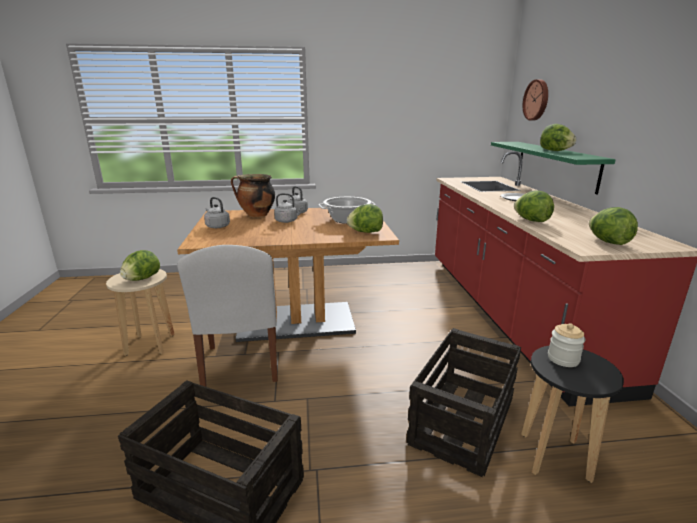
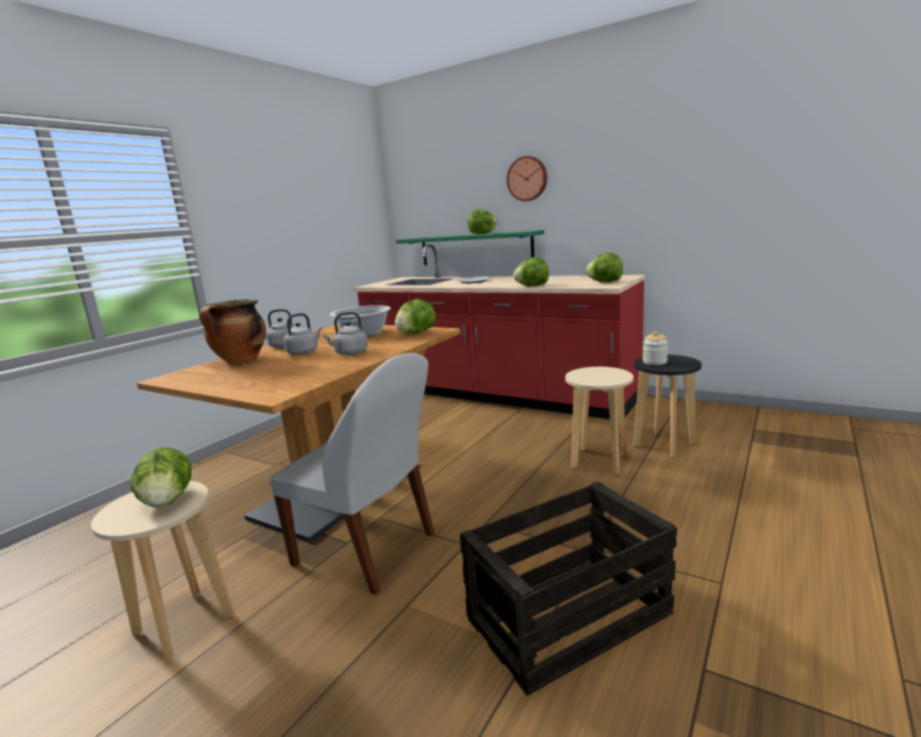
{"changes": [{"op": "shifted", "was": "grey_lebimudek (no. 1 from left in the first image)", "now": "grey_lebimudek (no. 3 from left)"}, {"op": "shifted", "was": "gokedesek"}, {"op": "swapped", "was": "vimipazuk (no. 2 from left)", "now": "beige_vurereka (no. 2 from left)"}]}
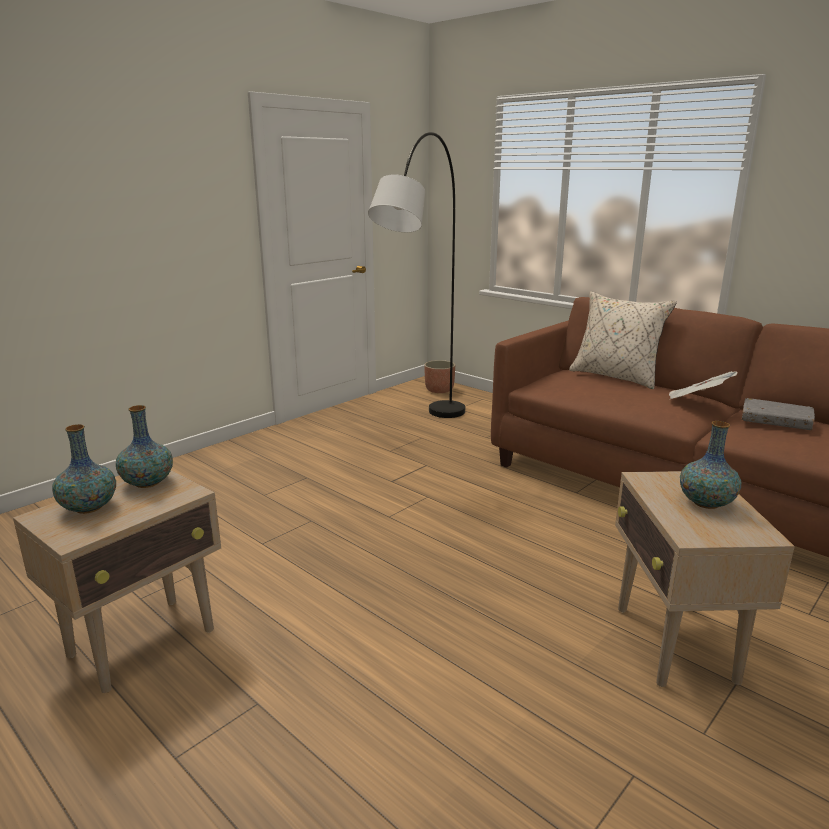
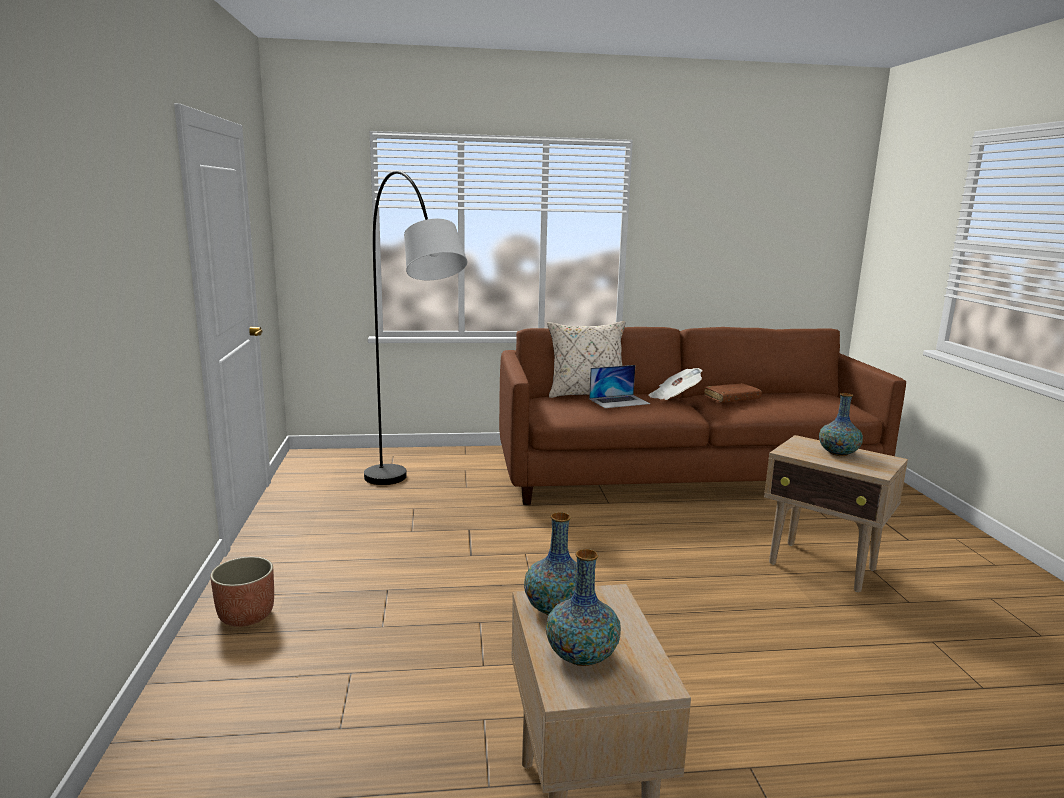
{"changes": [{"op": "shifted", "was": "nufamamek"}, {"op": "new", "now": "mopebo"}, {"op": "repainted", "was": "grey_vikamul", "now": "brown_vikamul"}]}
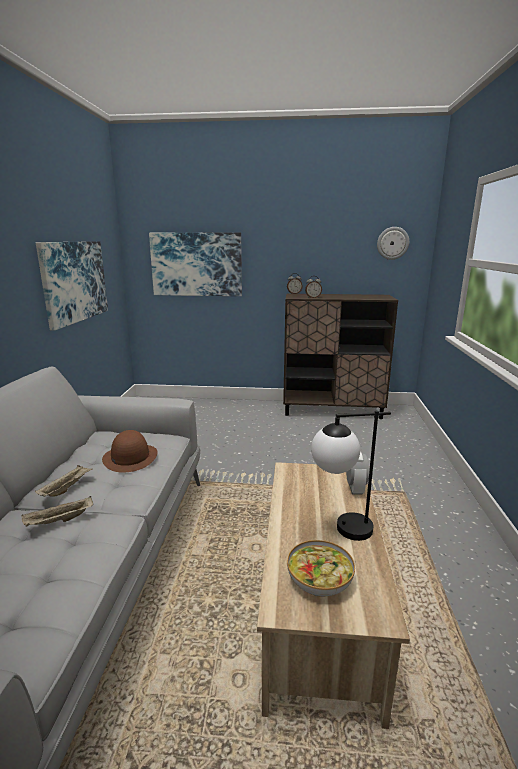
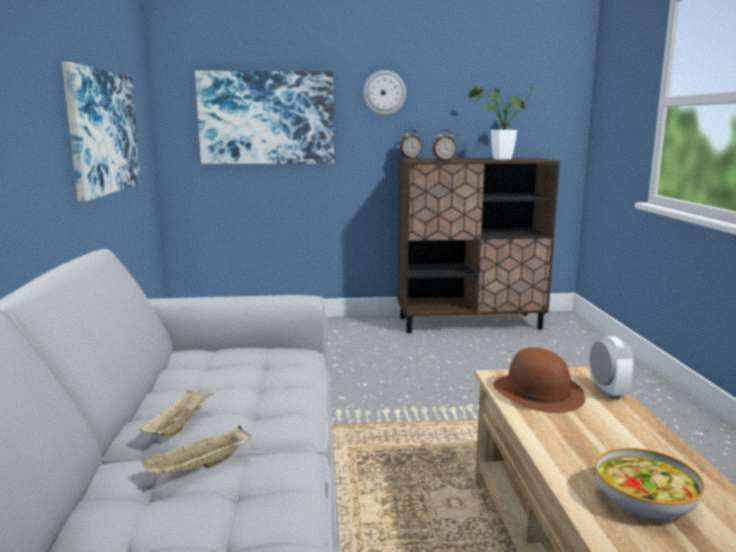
{"changes": [{"op": "shifted", "was": "gokedesek"}, {"op": "new", "now": "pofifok"}, {"op": "shifted", "was": "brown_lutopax"}, {"op": "gone", "was": "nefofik"}]}
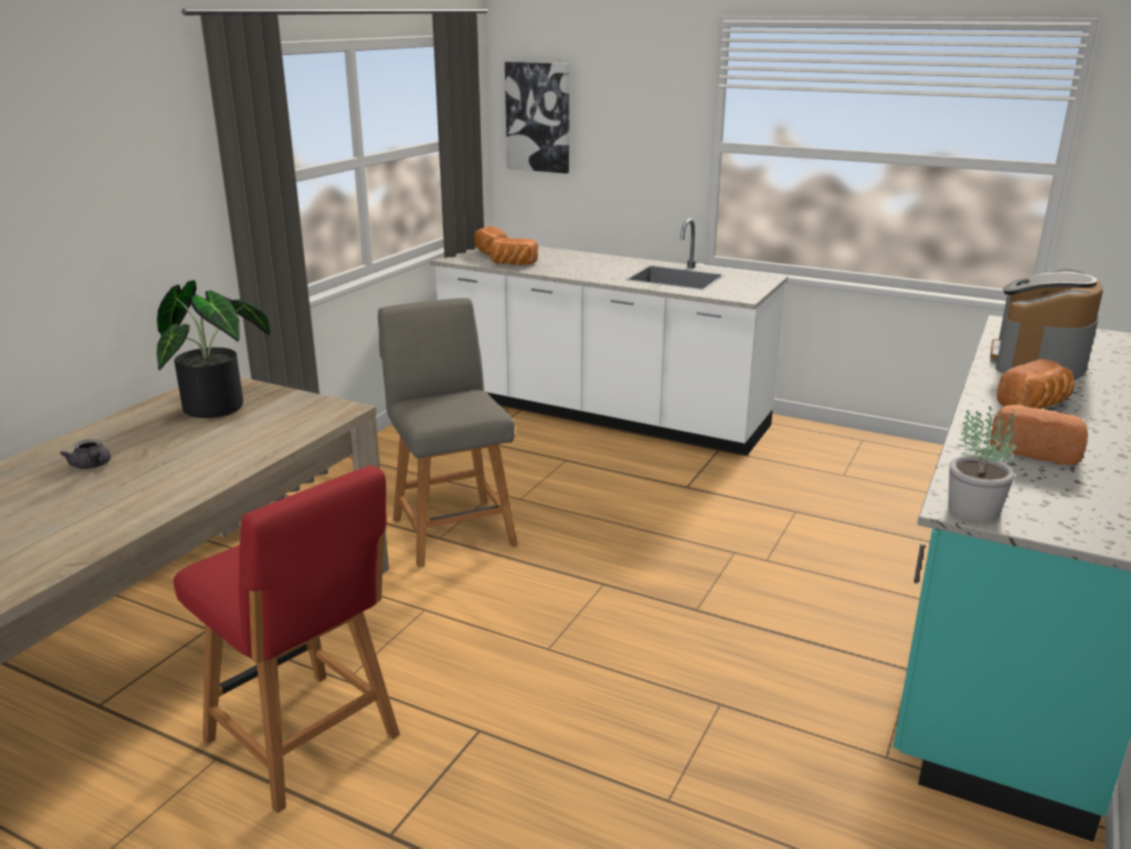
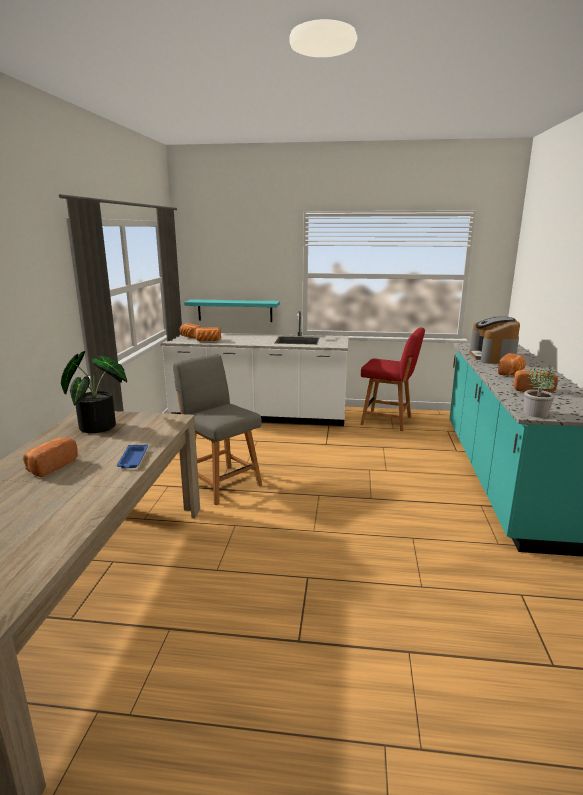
{"changes": [{"op": "swapped", "was": "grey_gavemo", "now": "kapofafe (no. 1 from left)"}, {"op": "new", "now": "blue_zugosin"}, {"op": "new", "now": "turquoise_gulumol"}, {"op": "shifted", "was": "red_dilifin"}, {"op": "gone", "was": "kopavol"}]}
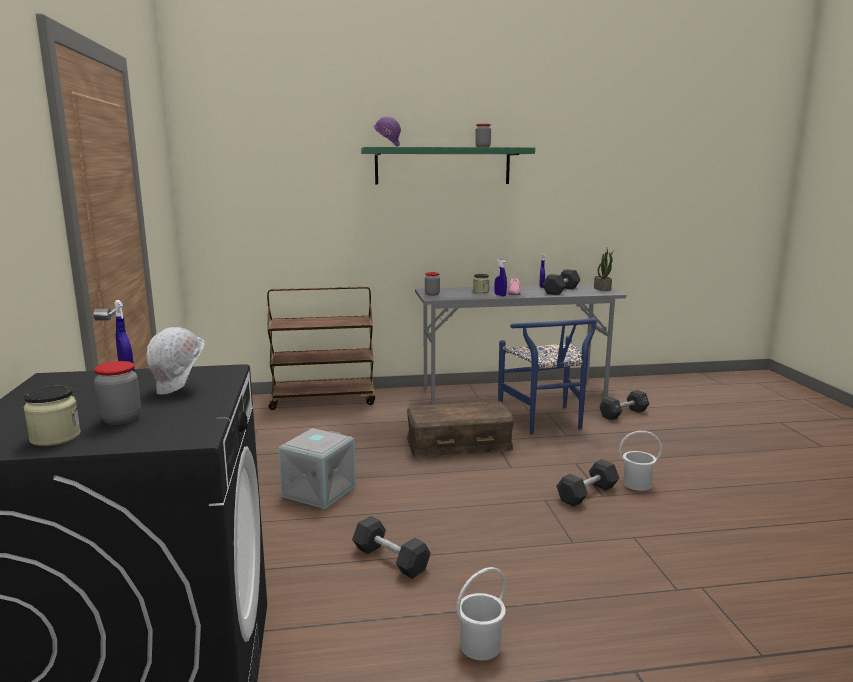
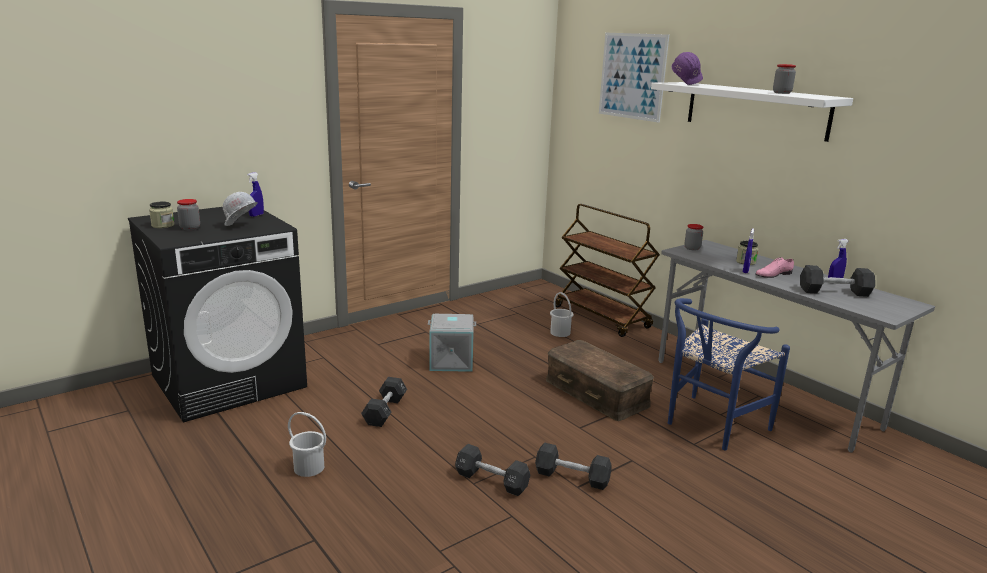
{"changes": [{"op": "shifted", "was": "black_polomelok (no. 4 from left in the first image)", "now": "black_polomelok (no. 2 from left)"}, {"op": "shifted", "was": "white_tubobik (no. 2 from left)"}, {"op": "new", "now": "kopavol"}, {"op": "repainted", "was": "green_gulumol", "now": "white_gulumol"}, {"op": "gone", "was": "pofifok"}]}
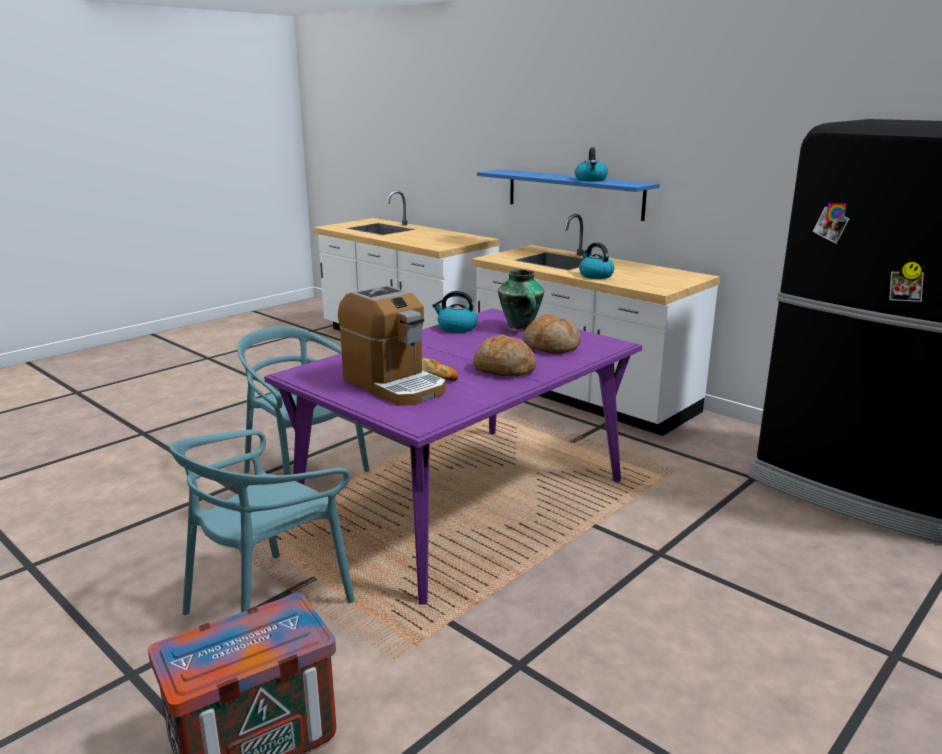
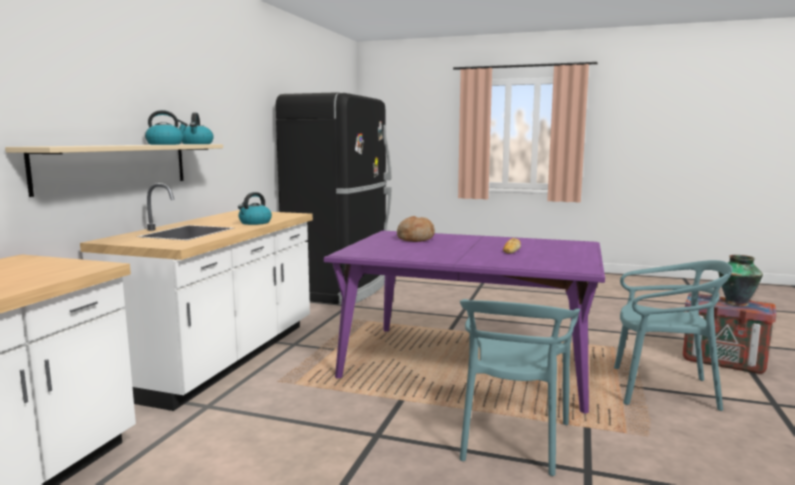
{"changes": [{"op": "repainted", "was": "blue_gulumol", "now": "beige_gulumol"}, {"op": "shifted", "was": "lebimudek (no. 1 from left in the first image)", "now": "lebimudek (no. 2 from left)"}, {"op": "shifted", "was": "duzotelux"}, {"op": "gone", "was": "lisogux"}, {"op": "gone", "was": "kapofafe (no. 2 from left)"}]}
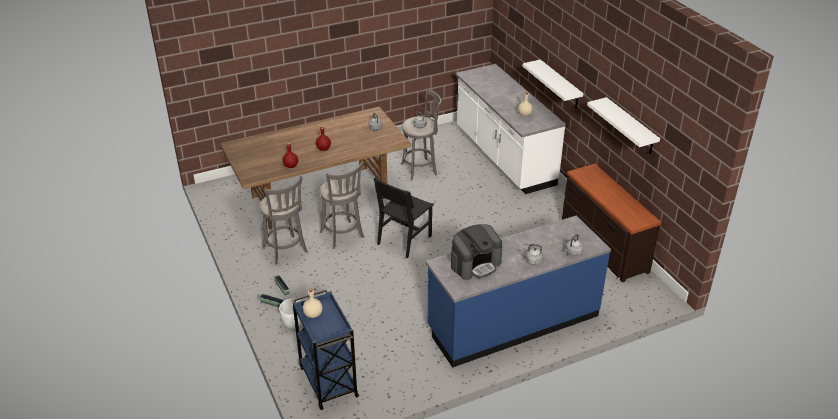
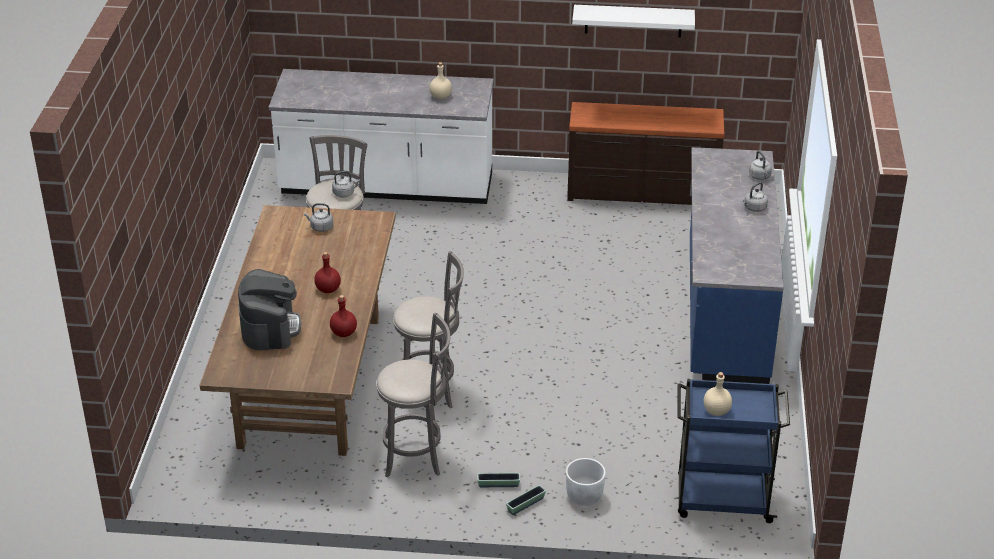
{"changes": [{"op": "shifted", "was": "lisogux"}, {"op": "gone", "was": "black_dilifin"}, {"op": "gone", "was": "white_gulumol (no. 1 from left)"}]}
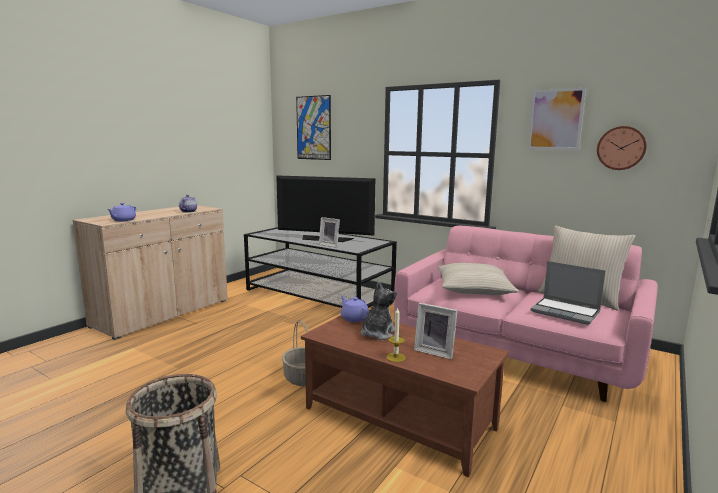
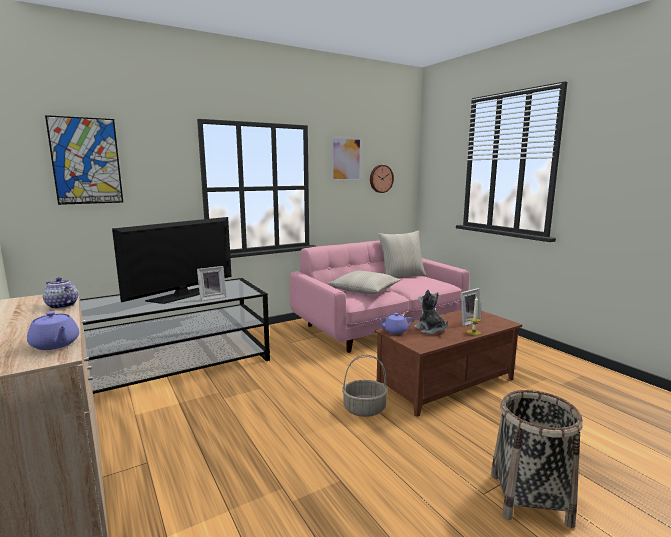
{"changes": [{"op": "gone", "was": "mopebo"}]}
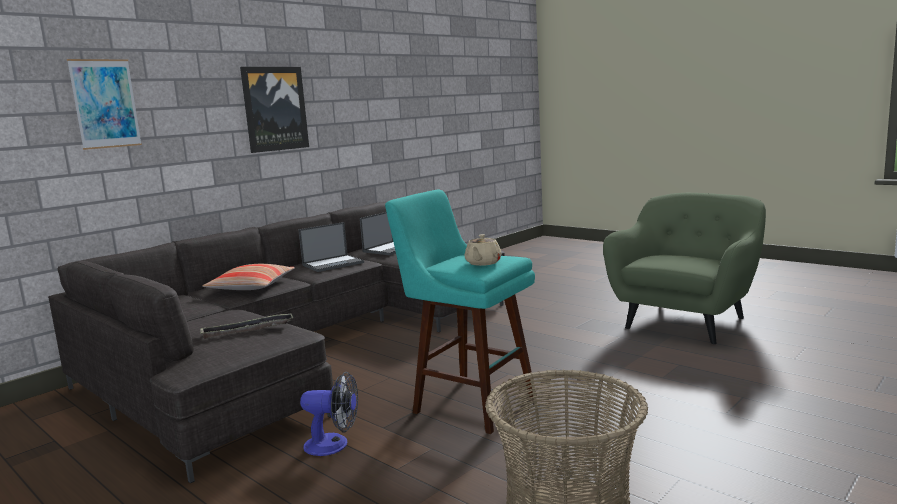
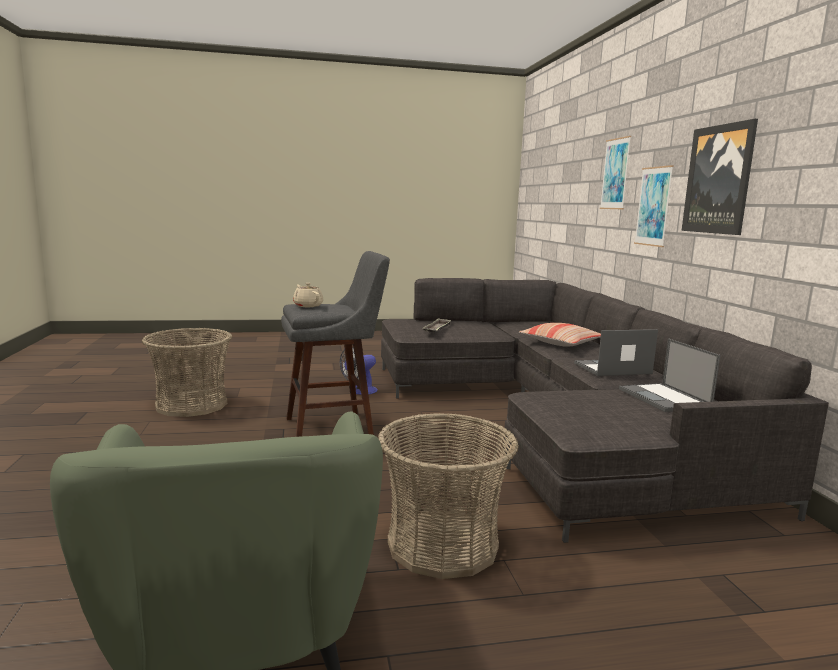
{"changes": [{"op": "repainted", "was": "turquoise_vurereka", "now": "grey_vurereka"}, {"op": "new", "now": "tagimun (no. 2 from left)"}, {"op": "rotated", "was": "mopebo (no. 1 from left)", "clockwise": 75}, {"op": "new", "now": "kopavol (no. 2 from left)"}]}
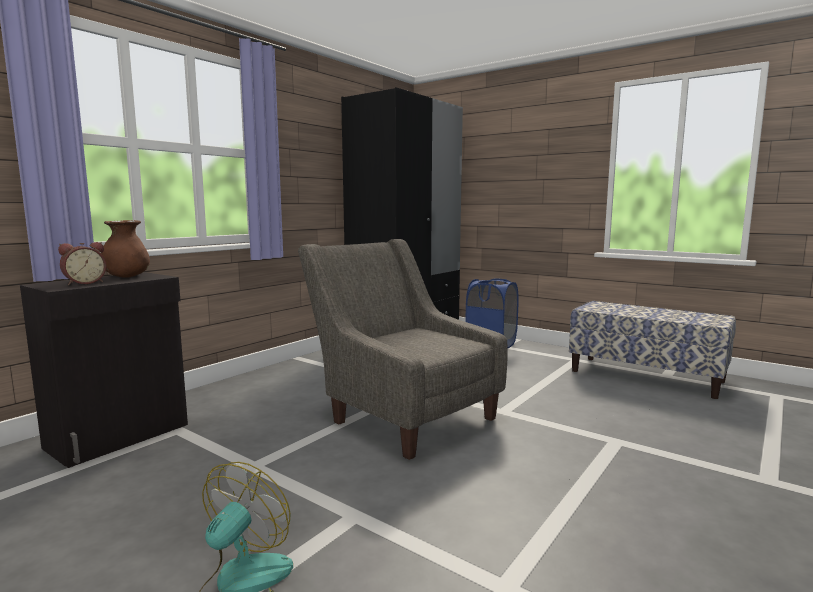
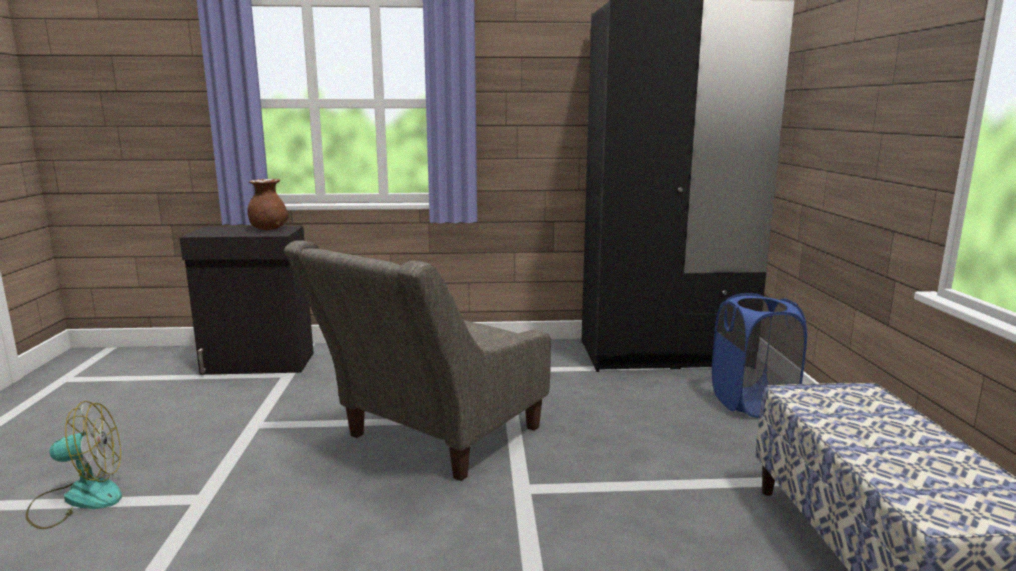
{"changes": [{"op": "rotated", "was": "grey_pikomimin", "clockwise": -150}, {"op": "gone", "was": "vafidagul"}]}
